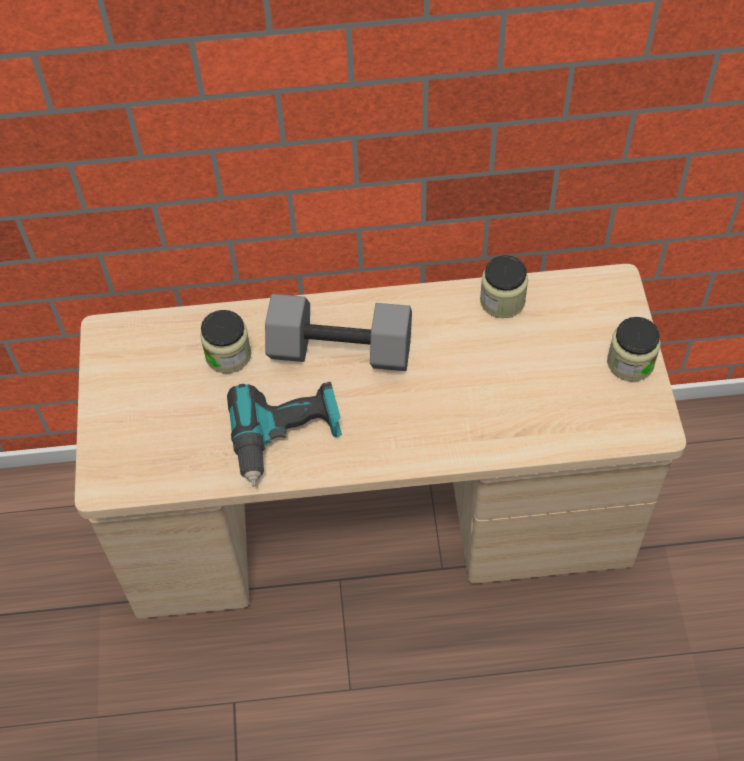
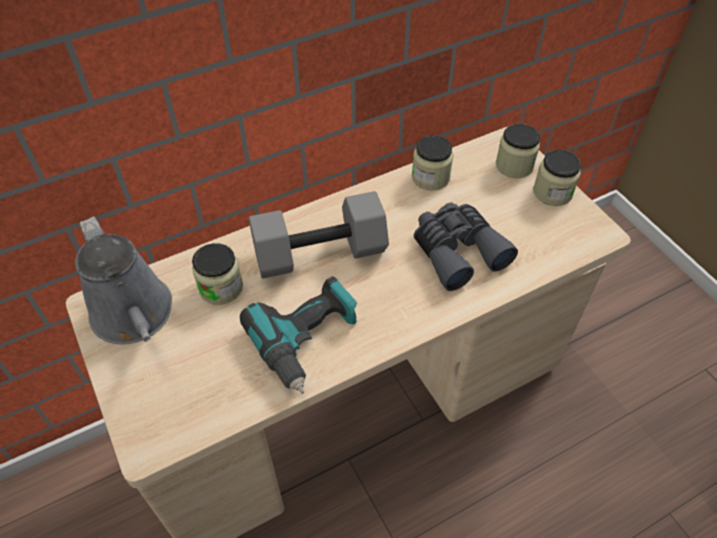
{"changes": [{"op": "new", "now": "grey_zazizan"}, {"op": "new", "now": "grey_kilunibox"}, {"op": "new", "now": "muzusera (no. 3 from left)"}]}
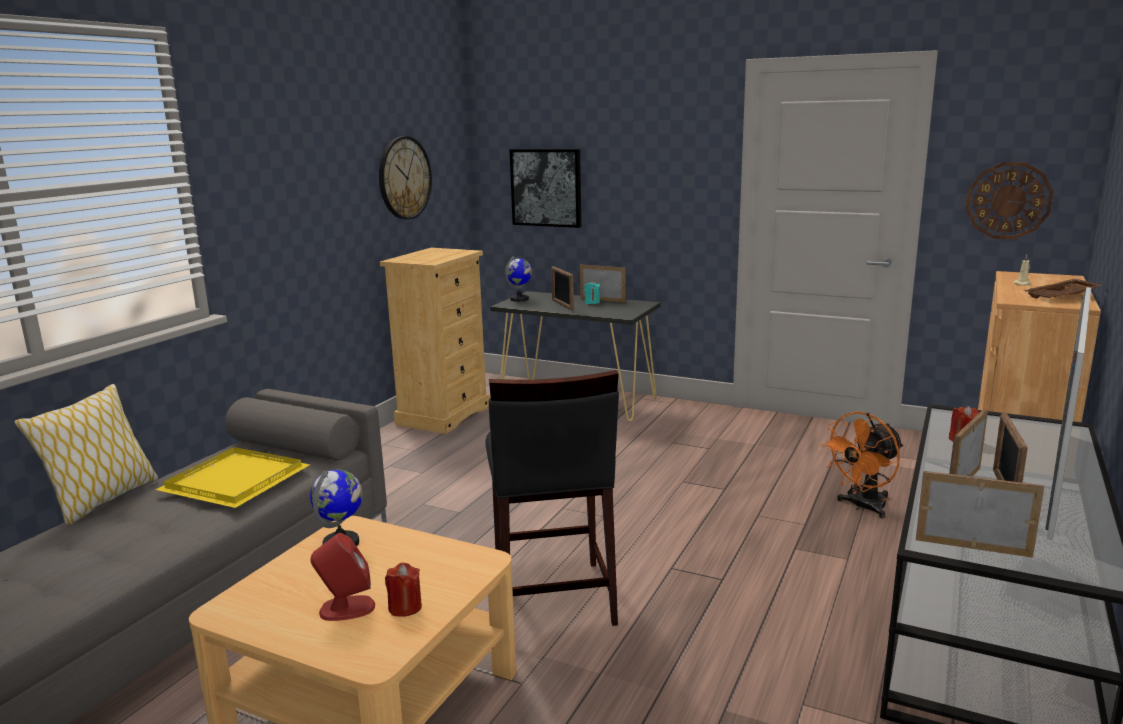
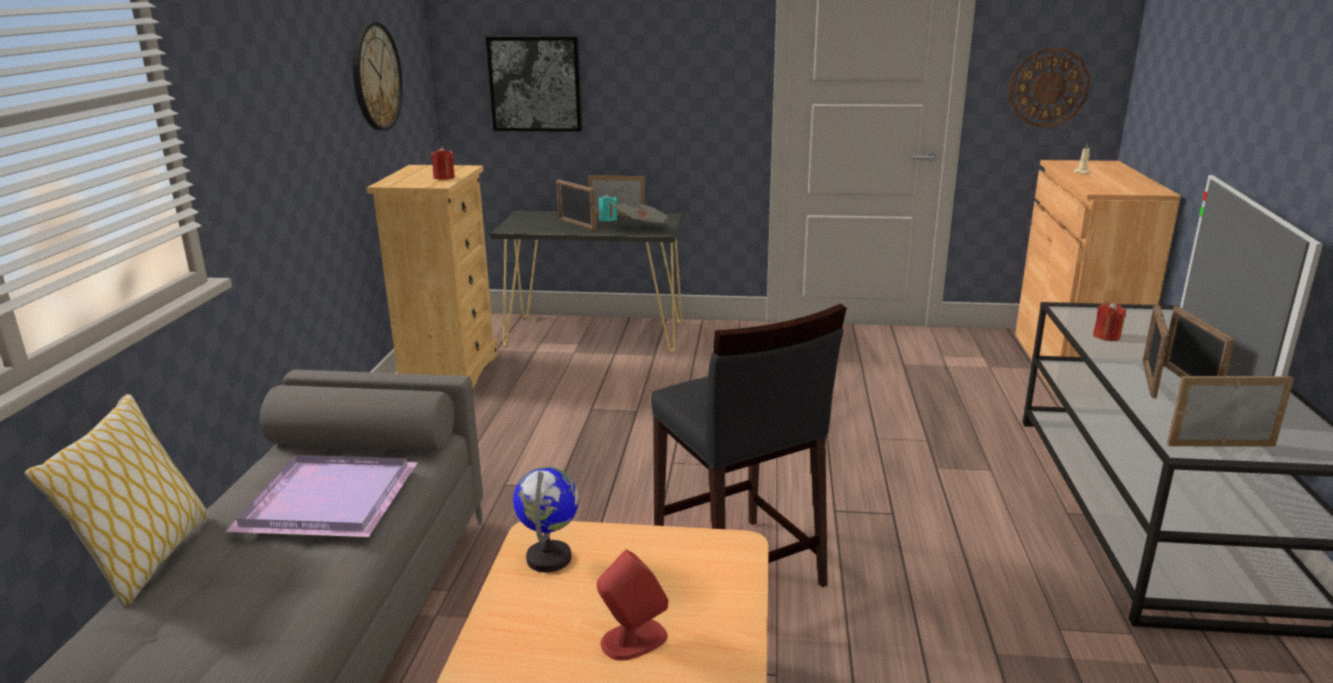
{"changes": [{"op": "repainted", "was": "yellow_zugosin", "now": "purple_zugosin"}, {"op": "shifted", "was": "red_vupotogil (no. 1 from left)"}, {"op": "new", "now": "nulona"}, {"op": "gone", "was": "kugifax (no. 2 from left)"}, {"op": "gone", "was": "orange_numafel"}, {"op": "gone", "was": "brown_zugosin"}]}
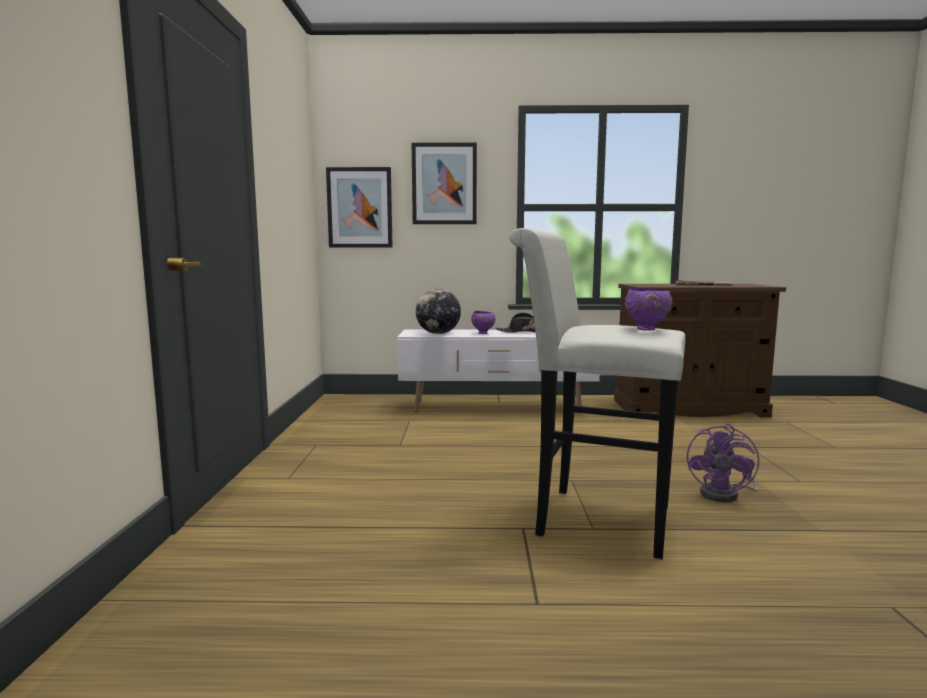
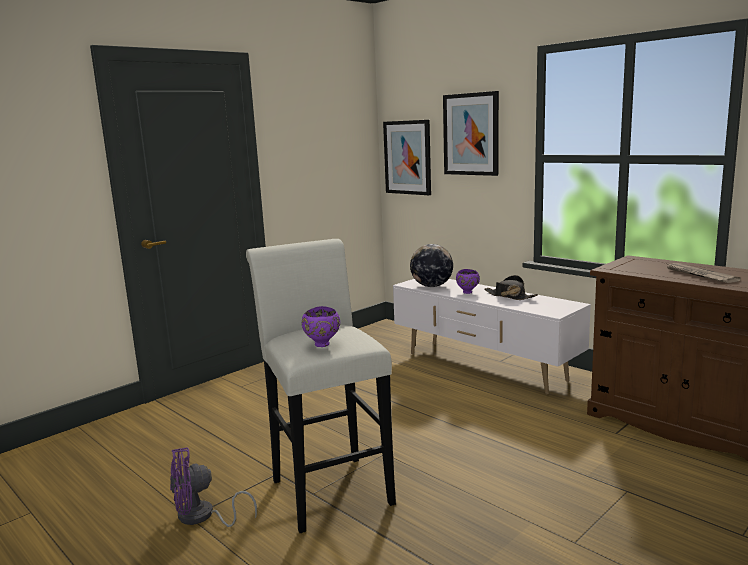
{"changes": [{"op": "shifted", "was": "purple_numafel"}]}
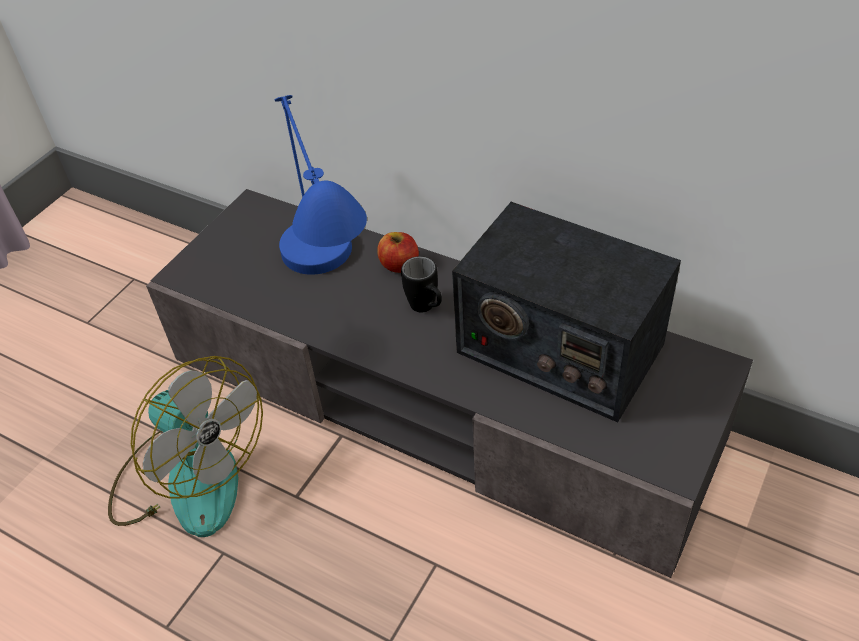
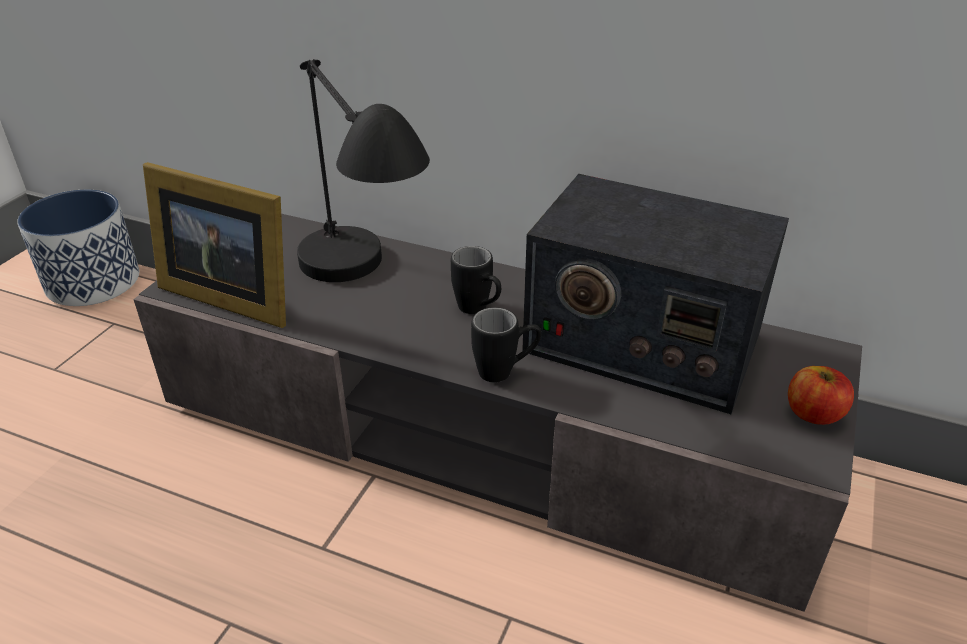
{"changes": [{"op": "new", "now": "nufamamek"}, {"op": "new", "now": "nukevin"}, {"op": "repainted", "was": "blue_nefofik", "now": "black_nefofik"}, {"op": "new", "now": "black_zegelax (no. 2 from left)"}, {"op": "shifted", "was": "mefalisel"}, {"op": "gone", "was": "numafel"}]}
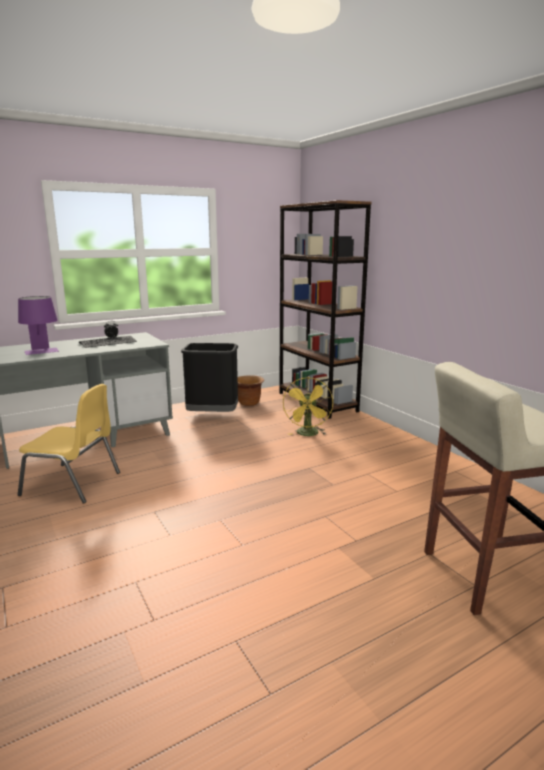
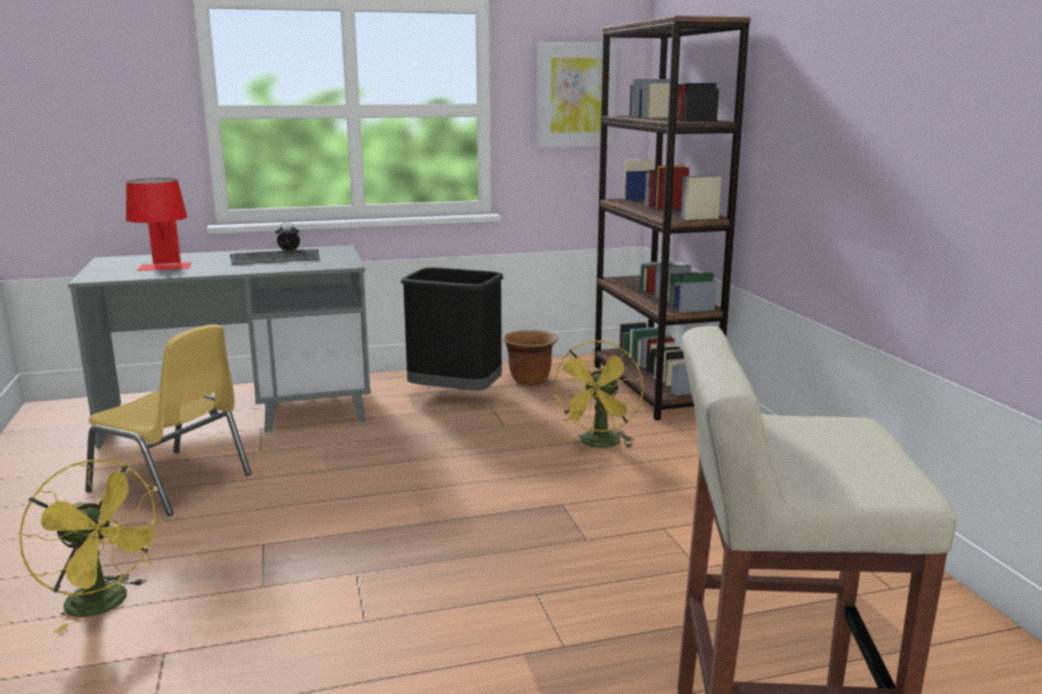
{"changes": [{"op": "new", "now": "yellow_numafel (no. 1 from left)"}, {"op": "repainted", "was": "purple_nefofik", "now": "red_nefofik"}, {"op": "new", "now": "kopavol"}]}
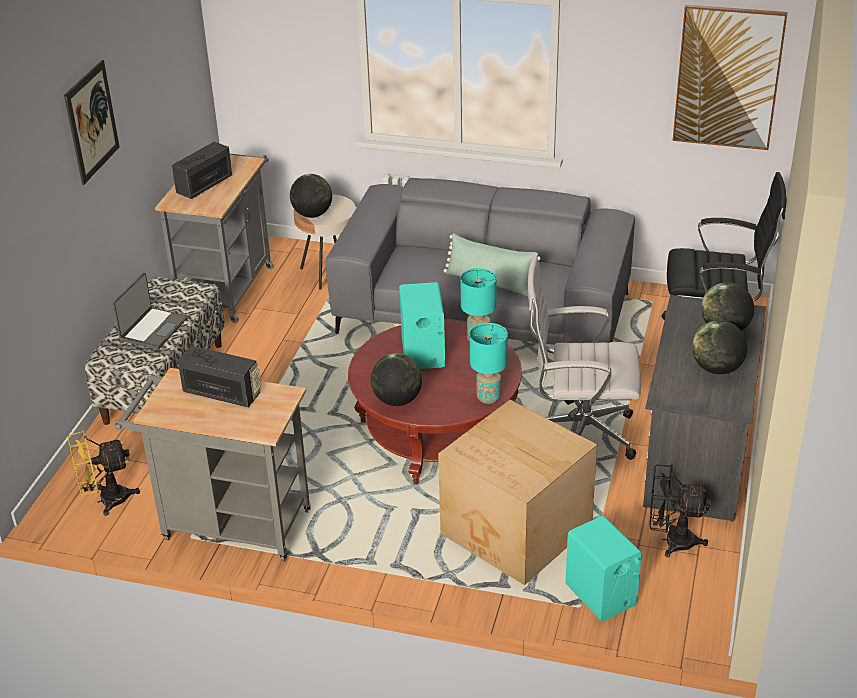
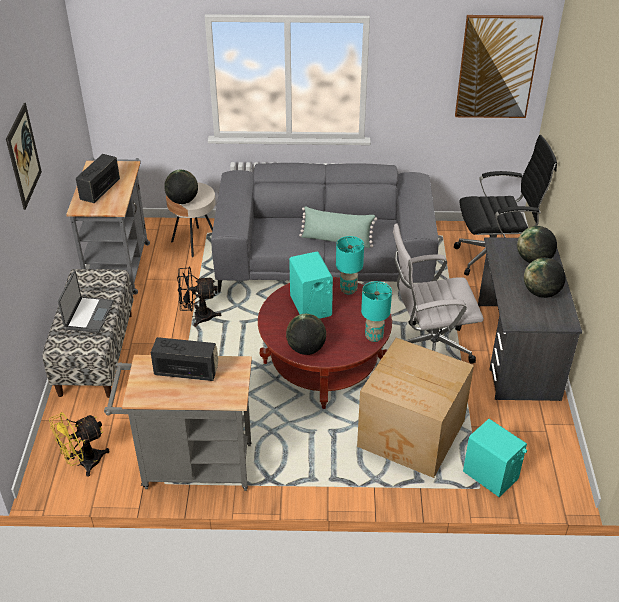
{"changes": [{"op": "shifted", "was": "black_numafel"}]}
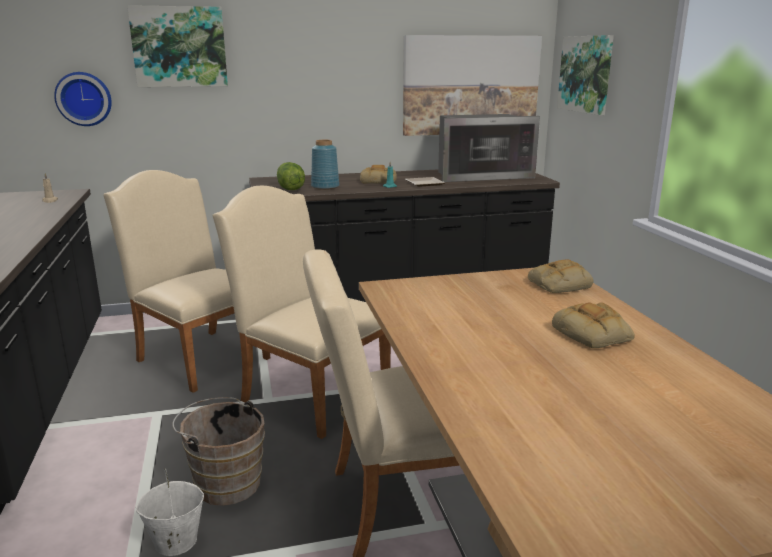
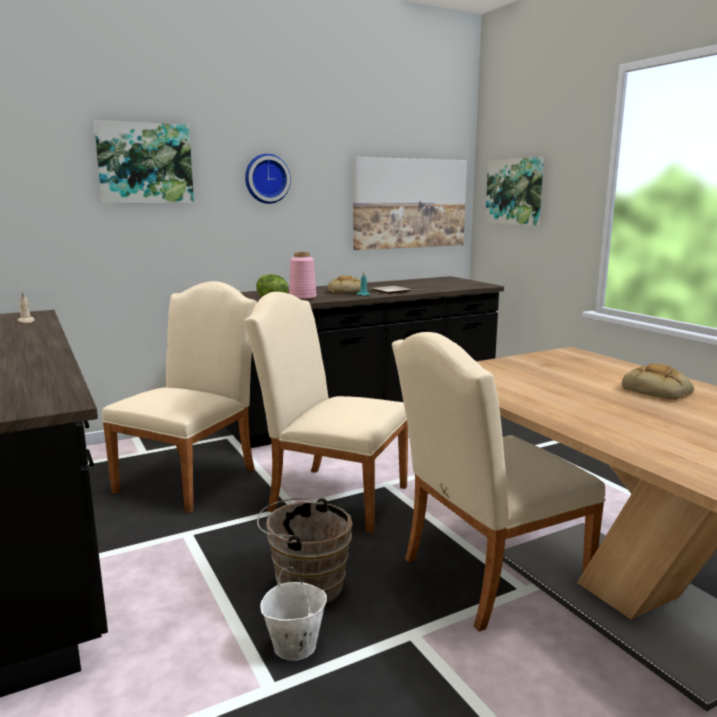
{"changes": [{"op": "rotated", "was": "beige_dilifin (no. 1 from left)", "clockwise": 90}, {"op": "shifted", "was": "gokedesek"}, {"op": "repainted", "was": "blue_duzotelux", "now": "pink_duzotelux"}, {"op": "gone", "was": "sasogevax"}, {"op": "gone", "was": "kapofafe (no. 2 from left)"}]}
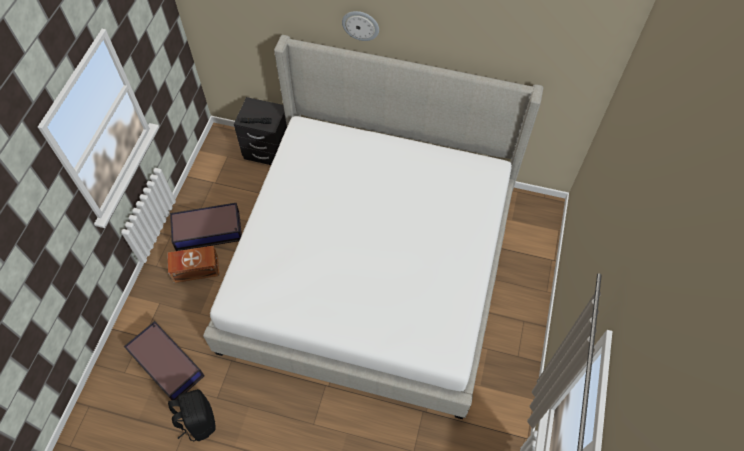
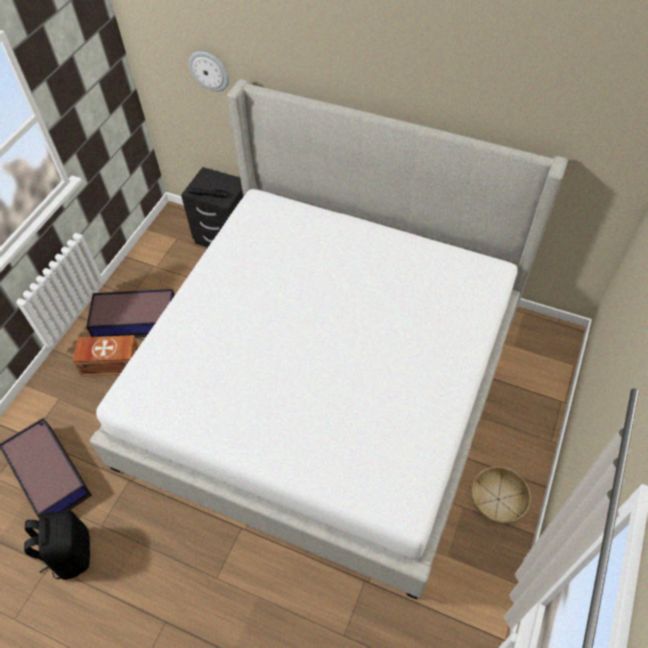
{"changes": [{"op": "shifted", "was": "gokedesek"}, {"op": "new", "now": "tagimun"}]}
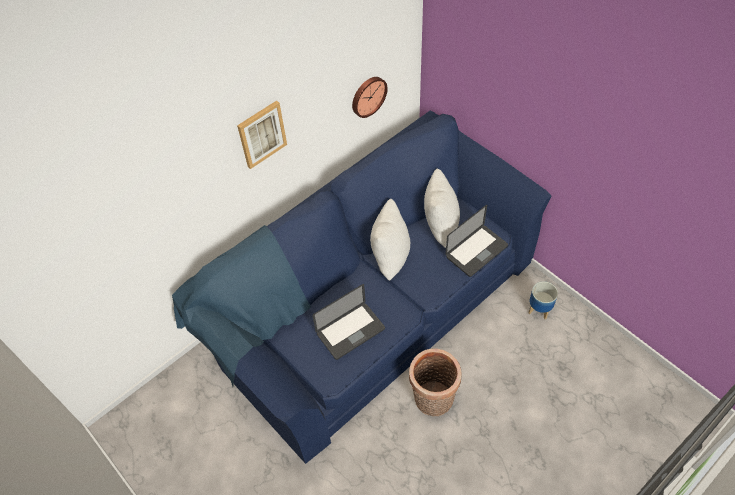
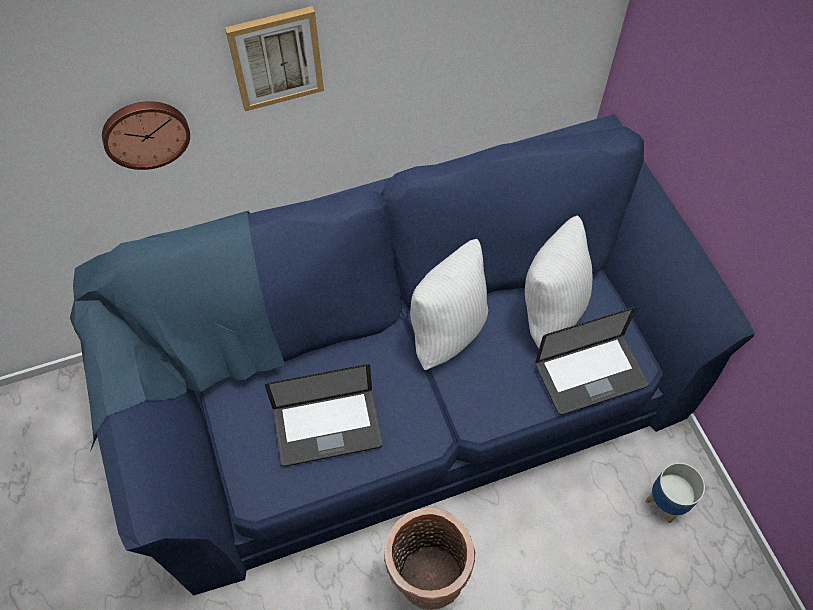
{"changes": [{"op": "shifted", "was": "gokedesek"}]}
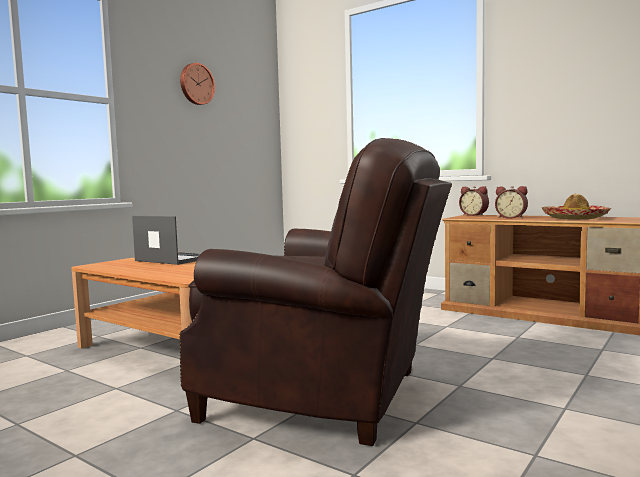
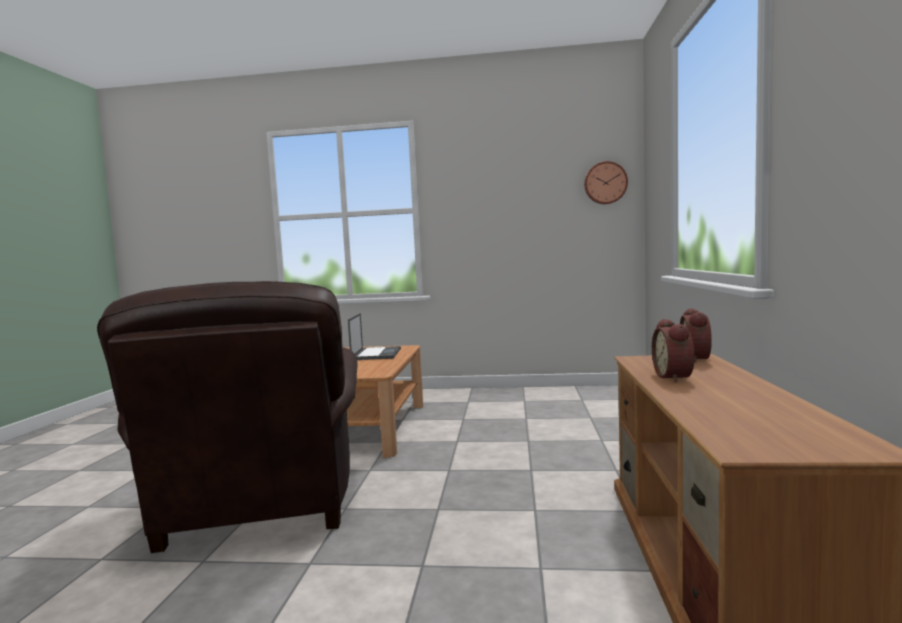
{"changes": [{"op": "shifted", "was": "gokedesek"}, {"op": "gone", "was": "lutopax"}]}
